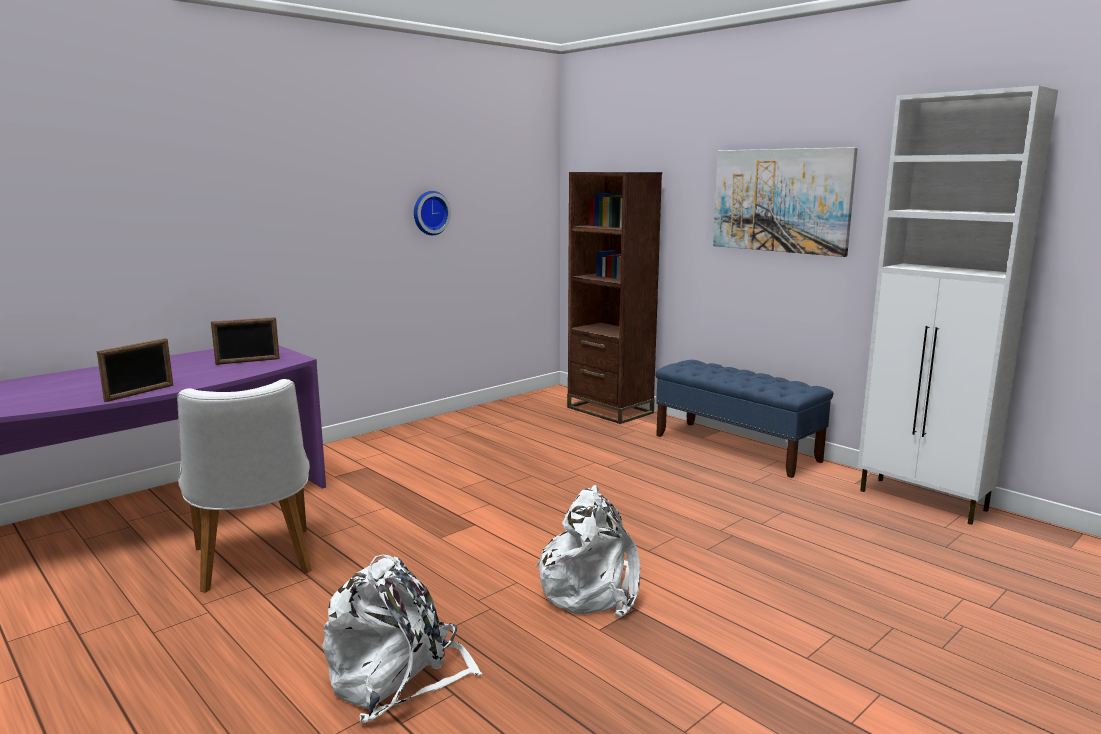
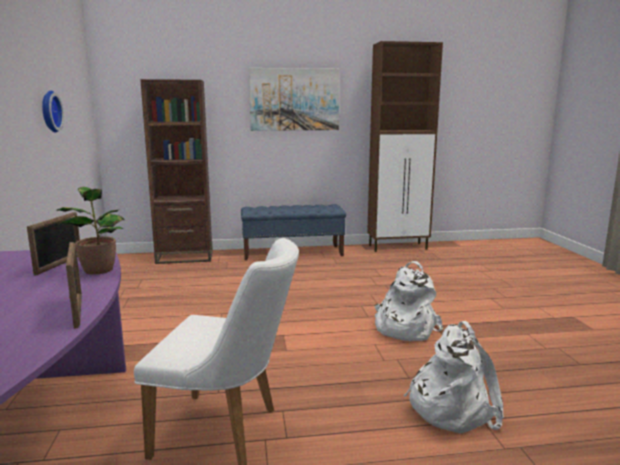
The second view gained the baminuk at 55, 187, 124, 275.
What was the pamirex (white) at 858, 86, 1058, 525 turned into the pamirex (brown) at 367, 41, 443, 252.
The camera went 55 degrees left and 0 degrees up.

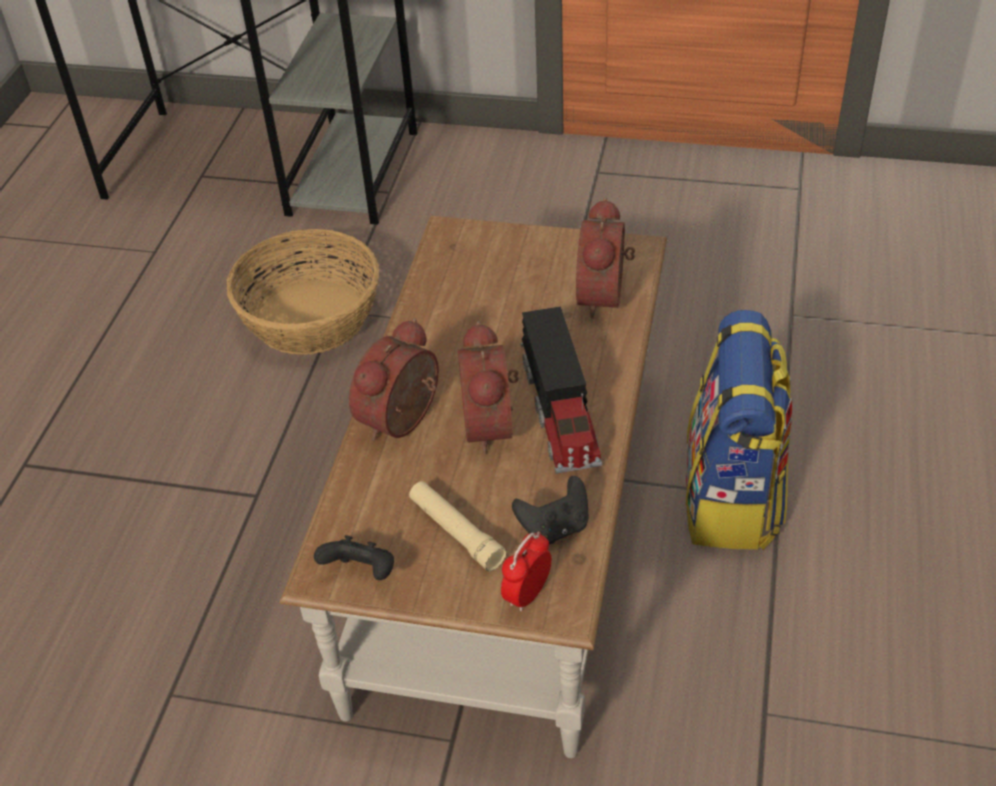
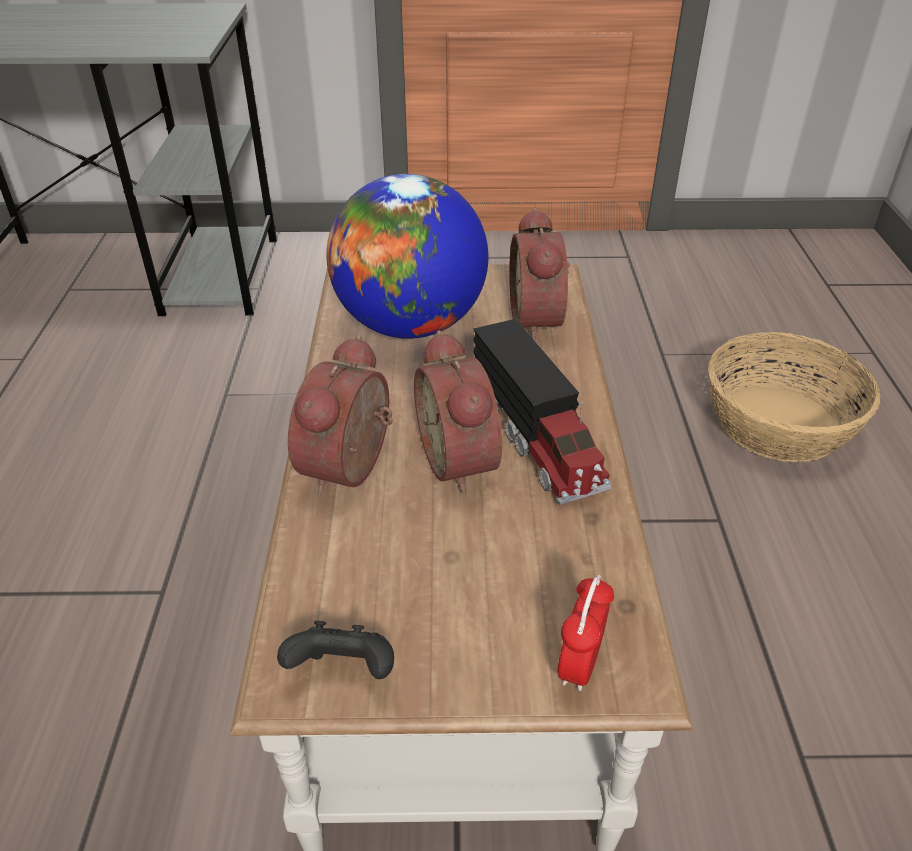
The second view gained the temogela at 327, 174, 488, 339.
The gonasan ended up elsewhere, having gone from 227, 229, 379, 355 to 708, 332, 881, 462.
The second view lost the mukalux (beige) at 409, 481, 507, 571.
The second view lost the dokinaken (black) at 512, 476, 588, 544.
The second view lost the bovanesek at 686, 310, 792, 550.
The camera went 15 degrees left and 5 degrees down.

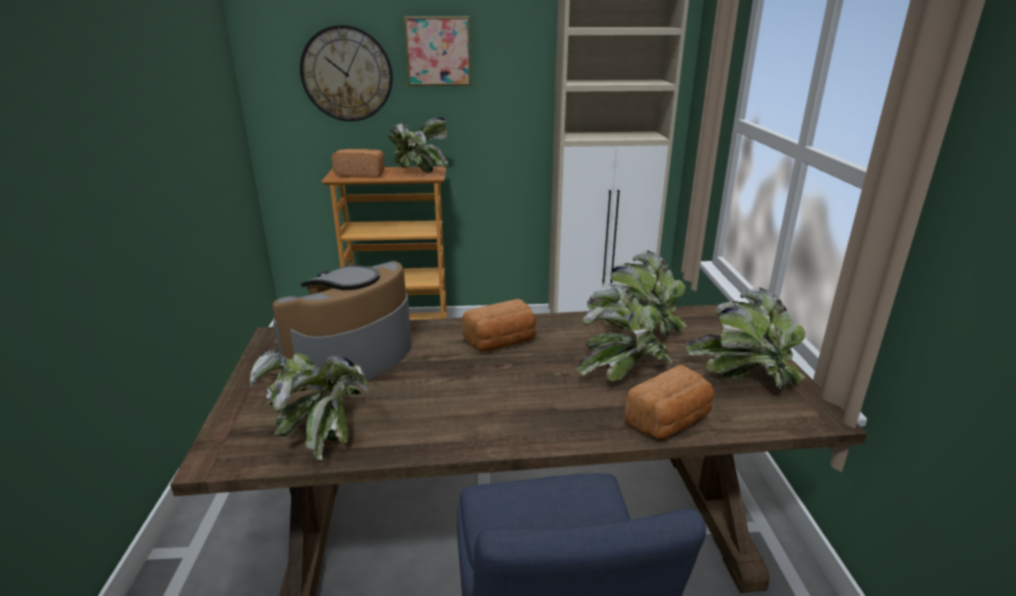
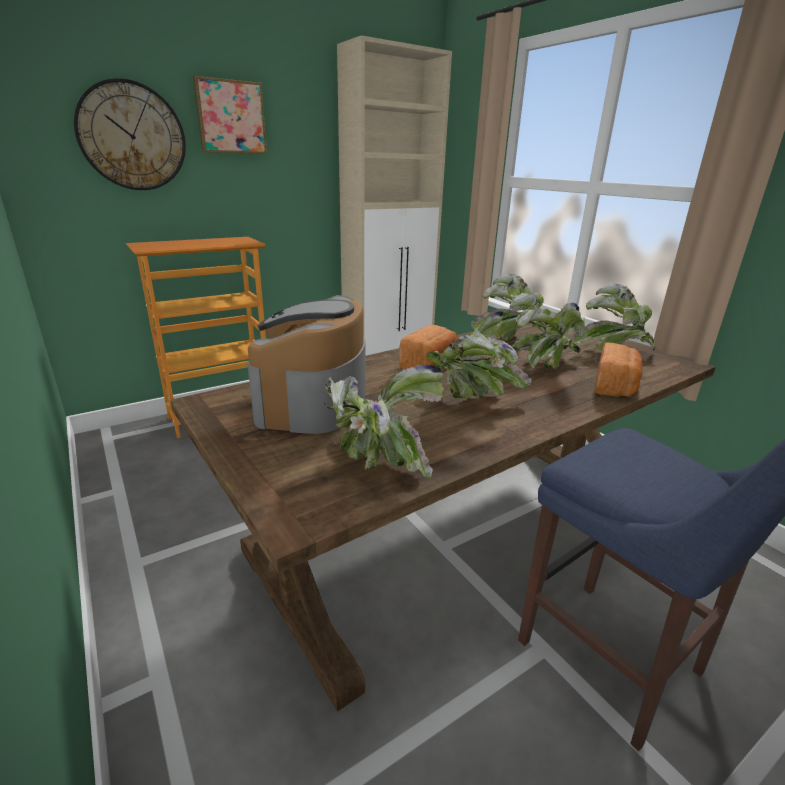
The baminuk ended up elsewhere, having gone from 389, 117, 448, 173 to 426, 311, 532, 399.
The second view lost the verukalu at 332, 149, 385, 178.
The camera went 30 degrees left and 0 degrees up.

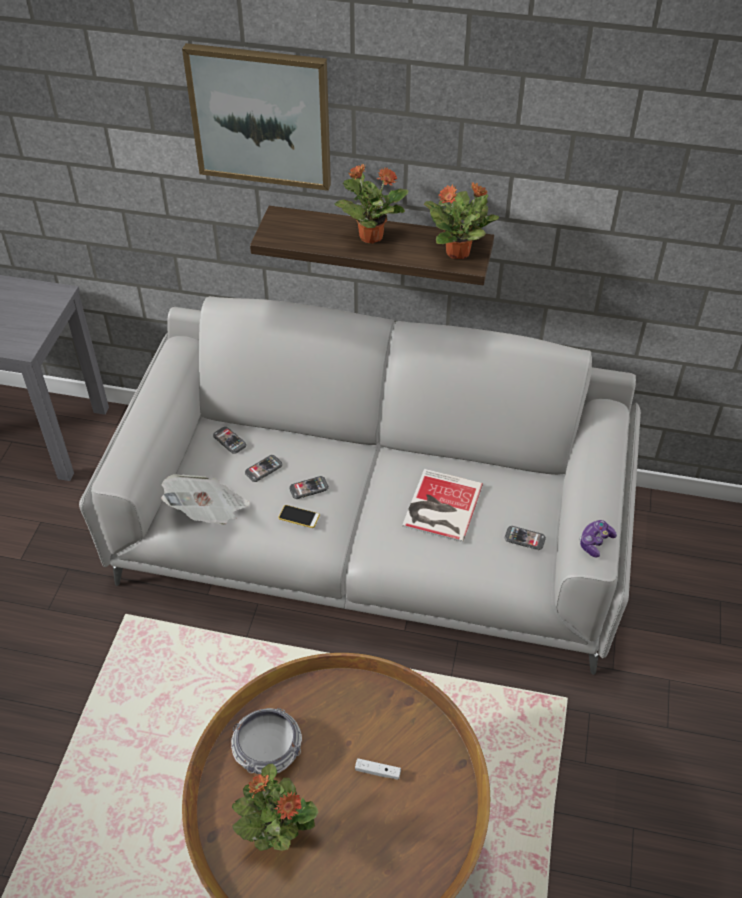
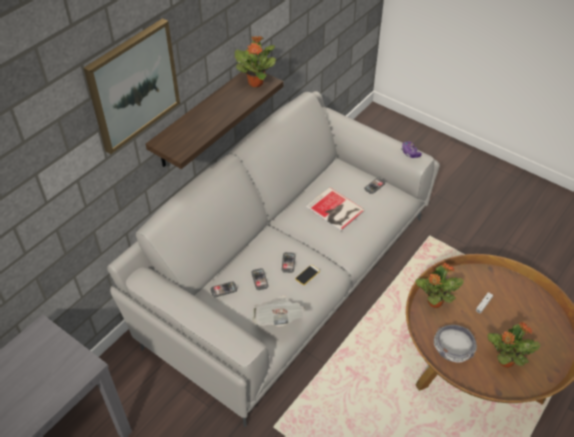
The baminuk ended up elsewhere, having gone from 334, 163, 408, 244 to 415, 263, 464, 308.
The camera went 65 degrees left and 0 degrees up.

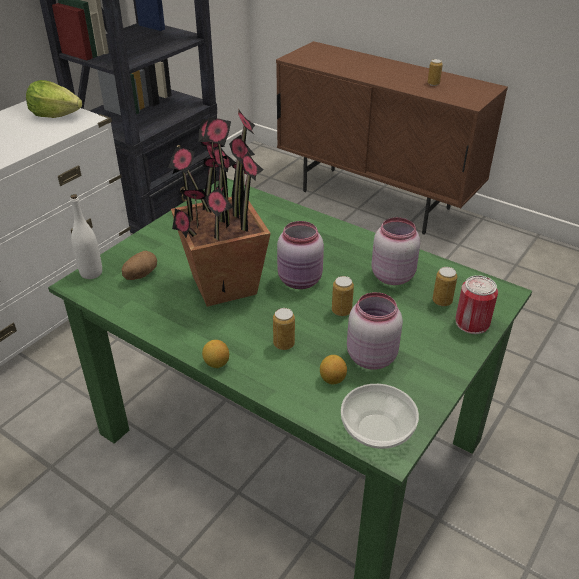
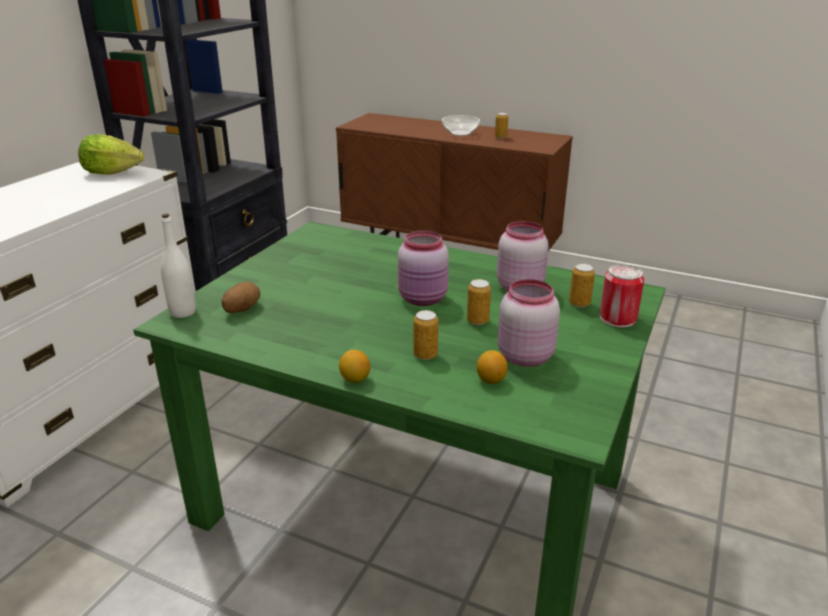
The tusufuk ended up elsewhere, having gone from 341, 384, 419, 449 to 442, 115, 480, 136.
The second view lost the baminuk at 168, 110, 271, 307.
The camera went 10 degrees left and 10 degrees down.

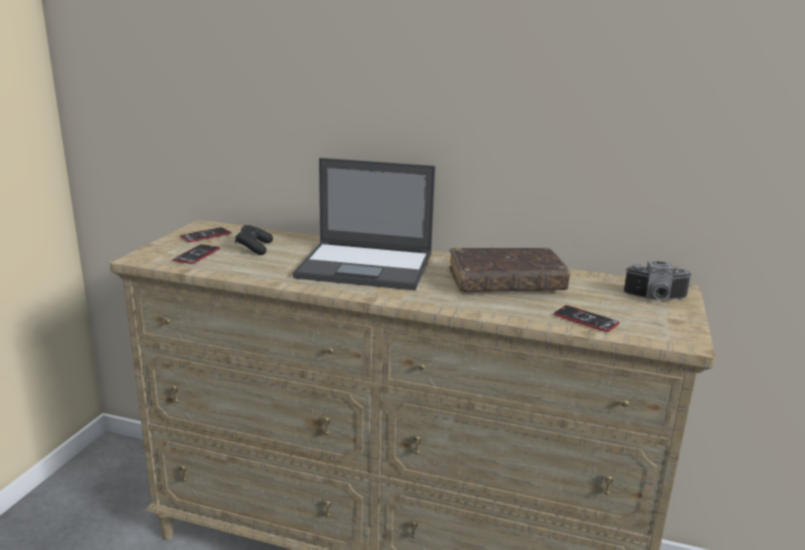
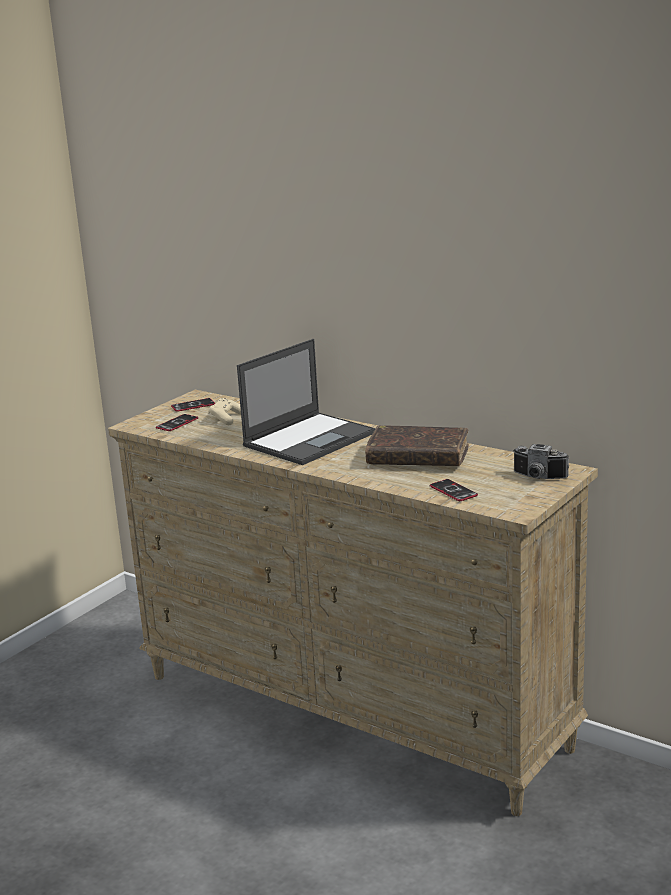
What was the dokinaken (black) at 235, 225, 273, 255 turned into the dokinaken (beige) at 209, 398, 241, 425.
The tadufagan at 293, 158, 435, 290 ended up facing another way, 75 degrees counterclockwise from before.
The camera went 20 degrees right and 0 degrees up.

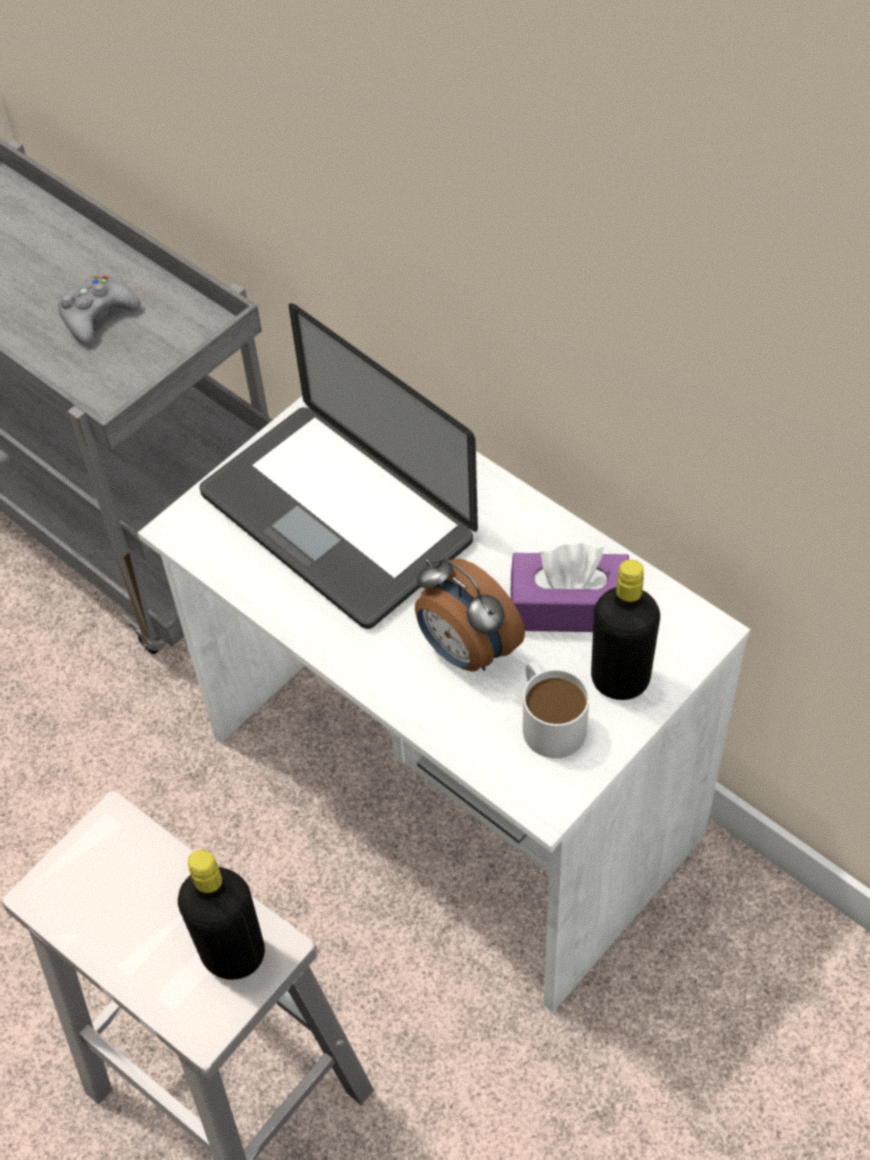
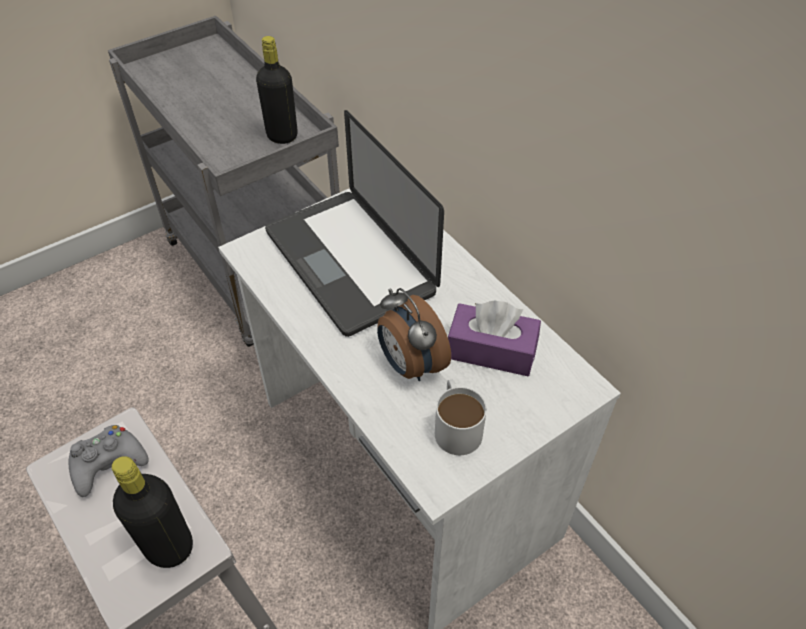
The dokinaken (grey) ended up elsewhere, having gone from 58, 275, 141, 345 to 69, 425, 149, 497.
The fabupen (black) ended up elsewhere, having gone from 591, 560, 660, 700 to 256, 36, 298, 144.
The camera went 10 degrees right and 5 degrees down.

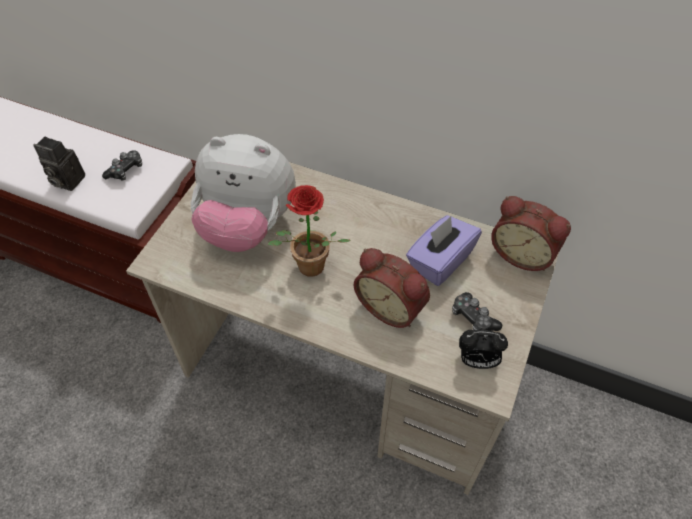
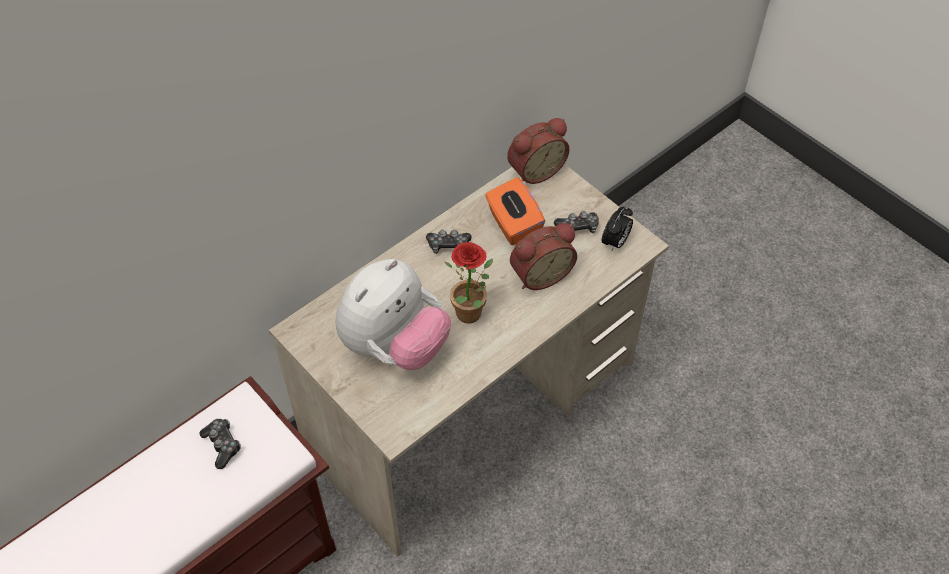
The second view gained the dokinaken at 426, 230, 472, 254.
What was the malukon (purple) at 406, 215, 482, 286 turned into the malukon (orange) at 485, 177, 545, 245.
The second view lost the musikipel at 33, 137, 85, 191.
The camera went 65 degrees left and 0 degrees up.

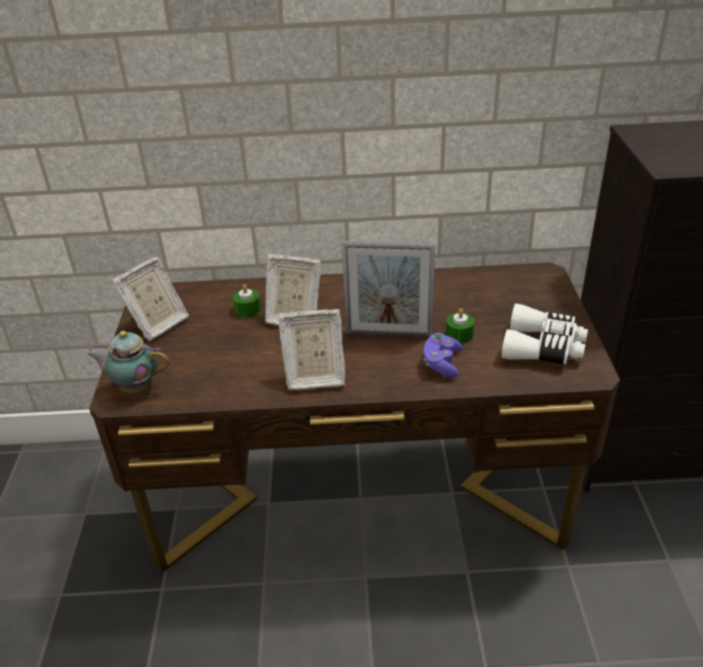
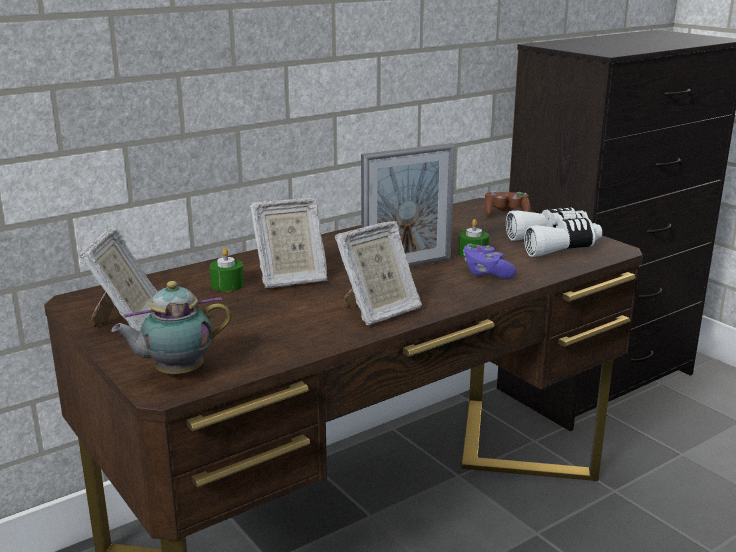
The second view gained the dokinaken (brown) at 485, 191, 531, 217.
The camera went 35 degrees left and 15 degrees down.

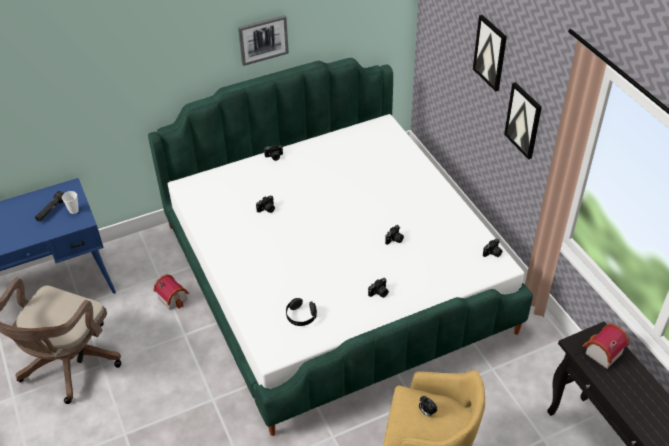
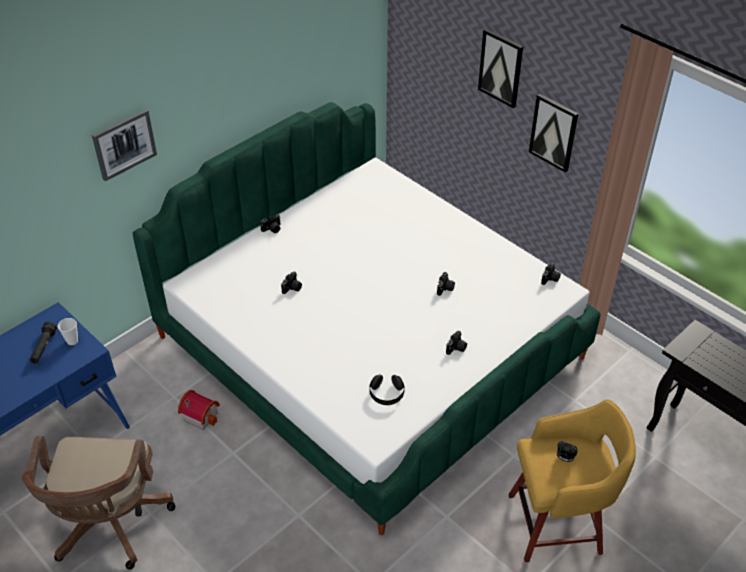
The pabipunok ended up elsewhere, having gone from 238, 15, 289, 66 to 92, 109, 157, 181.
The second view lost the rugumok at 583, 324, 629, 369.
The camera went 20 degrees left and 0 degrees up.

